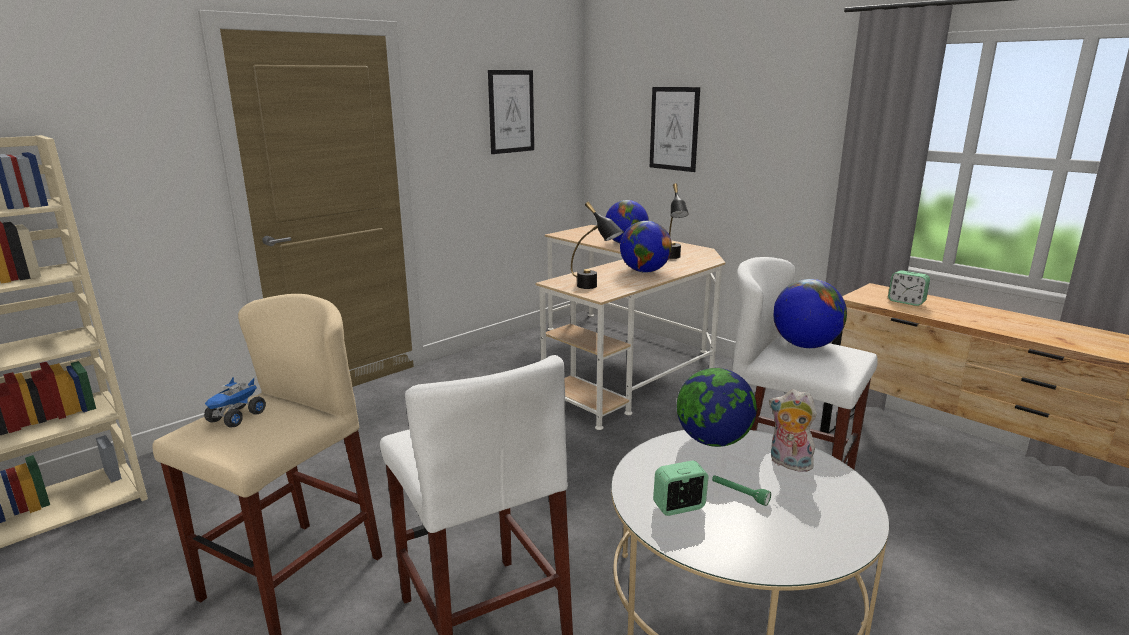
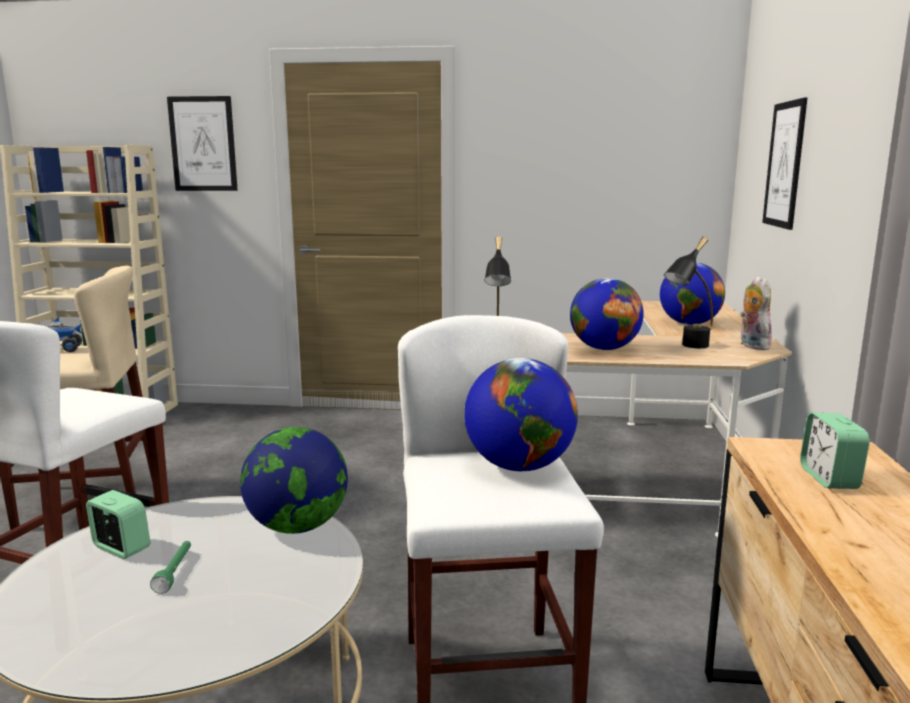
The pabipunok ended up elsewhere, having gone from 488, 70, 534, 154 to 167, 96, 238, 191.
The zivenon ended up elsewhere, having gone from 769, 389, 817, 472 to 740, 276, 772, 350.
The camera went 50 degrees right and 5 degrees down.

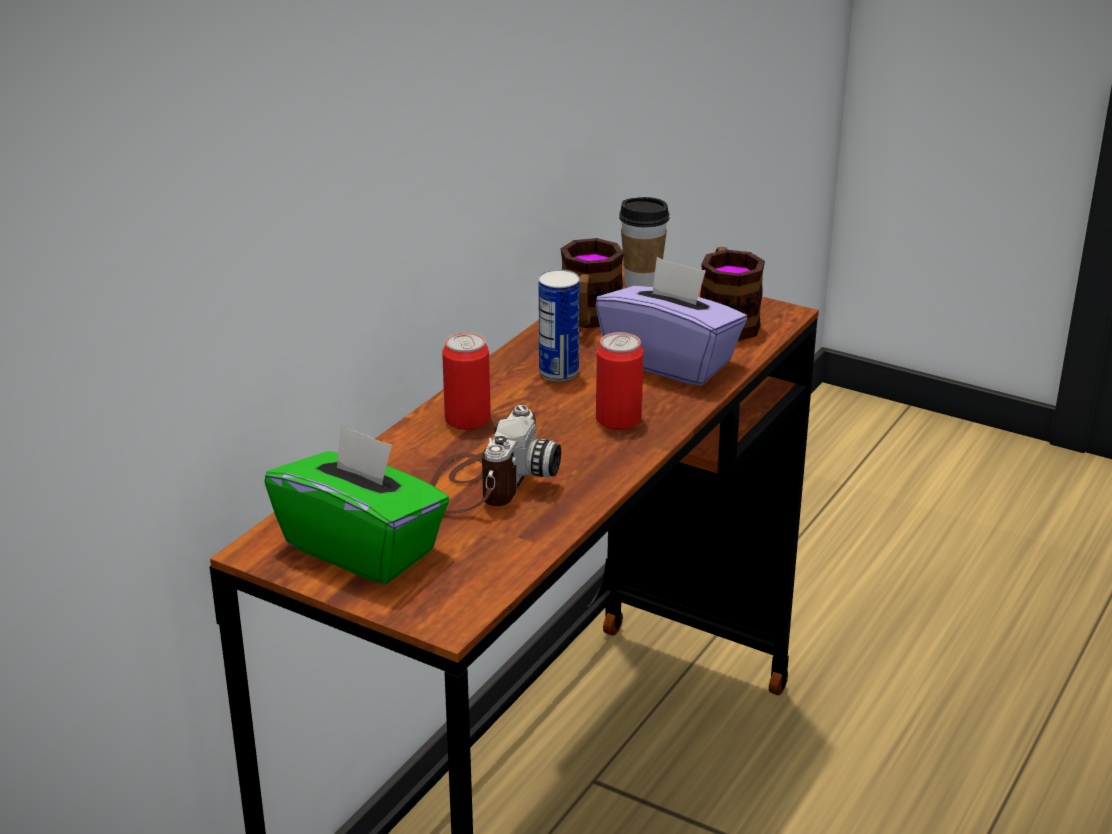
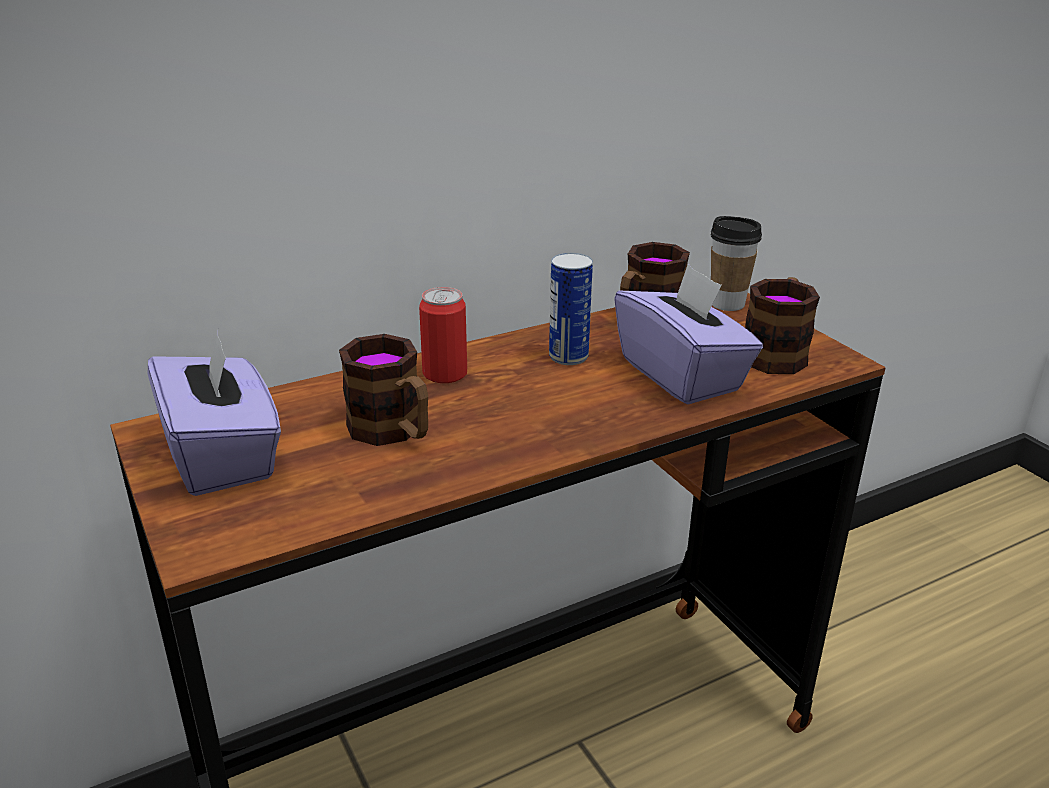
What was the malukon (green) at 264, 423, 450, 584 turned into the malukon (purple) at 148, 330, 281, 496.
Where the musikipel stood at 430, 405, 561, 513, the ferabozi came to stand at 339, 334, 428, 446.
The second view lost the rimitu at 596, 332, 644, 430.
The camera went 30 degrees right and 0 degrees up.

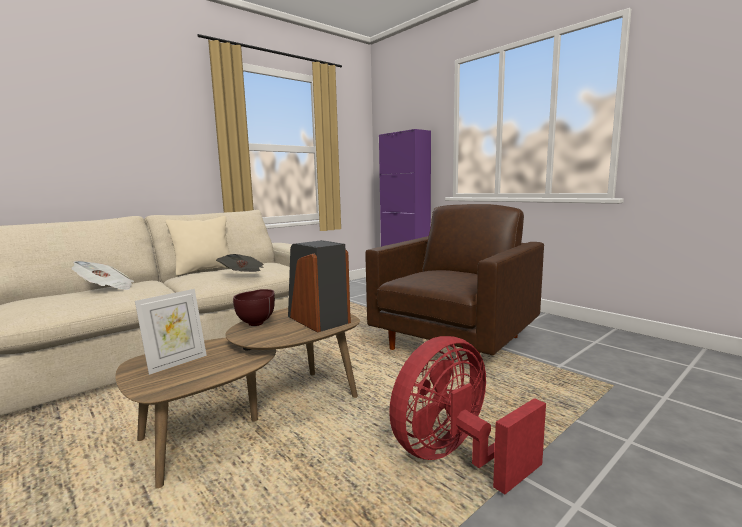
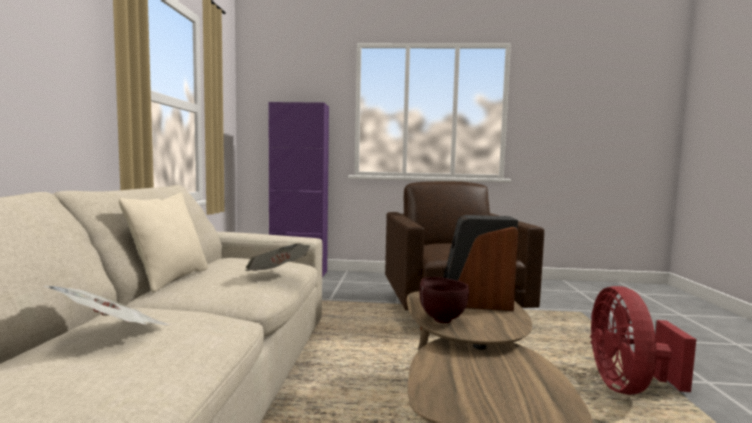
The second view lost the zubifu at 135, 289, 207, 375.
The camera went 45 degrees left and 5 degrees down.

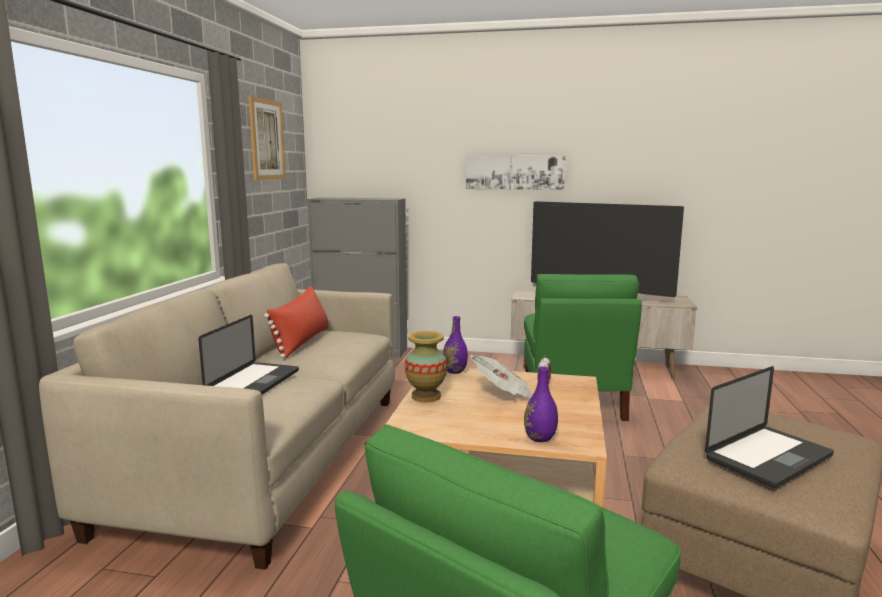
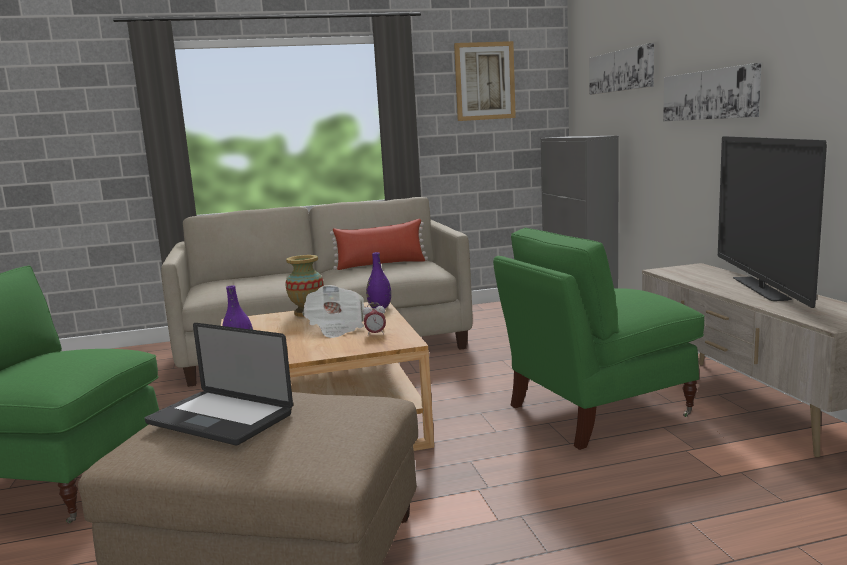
The second view gained the pabipunok at 589, 43, 654, 95.
The second view lost the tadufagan at 198, 315, 299, 394.
The camera went 65 degrees right and 0 degrees up.

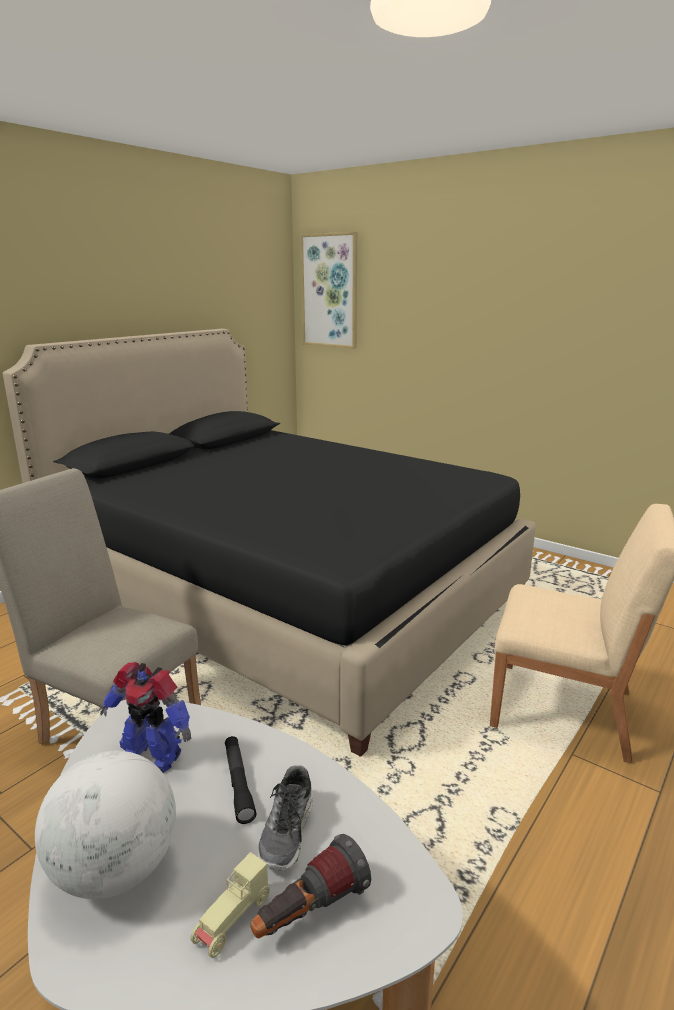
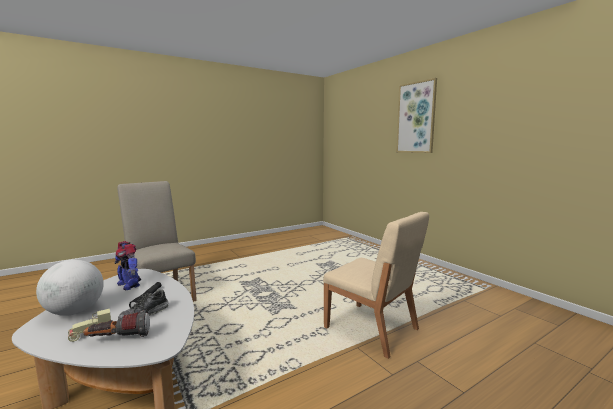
The pabipunok ended up elsewhere, having gone from 300, 232, 357, 348 to 396, 78, 437, 153.
The second view lost the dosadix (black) at 3, 329, 536, 757.
The camera went 20 degrees right and 10 degrees down.

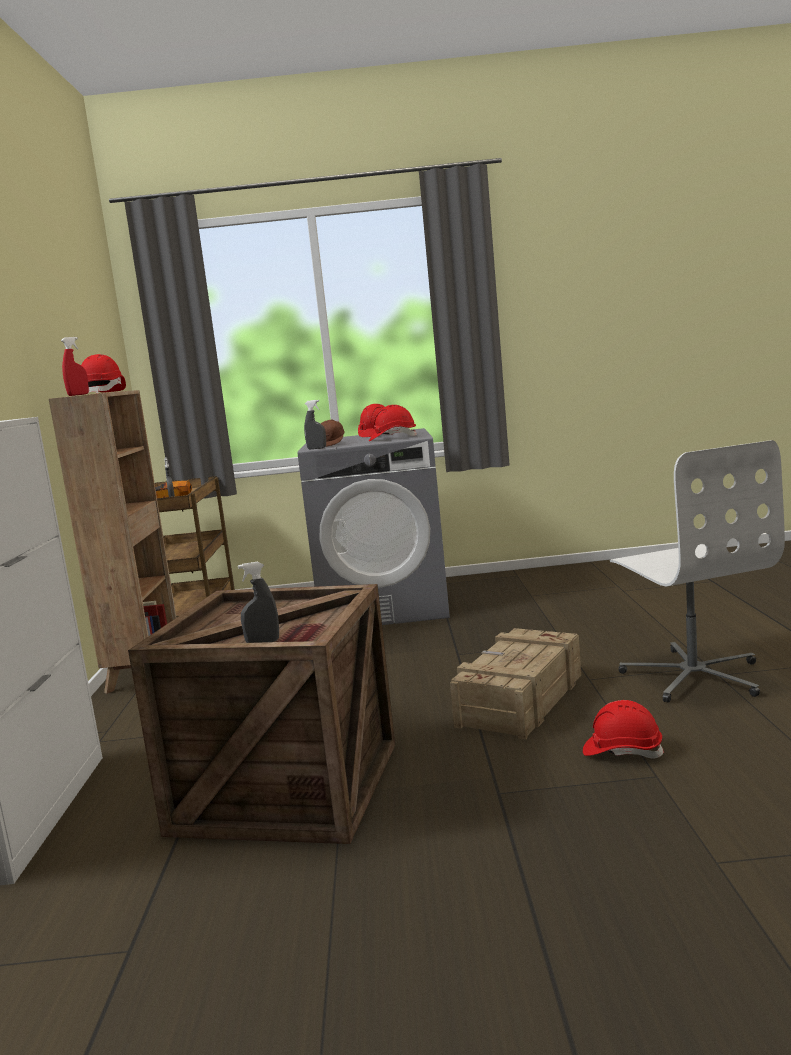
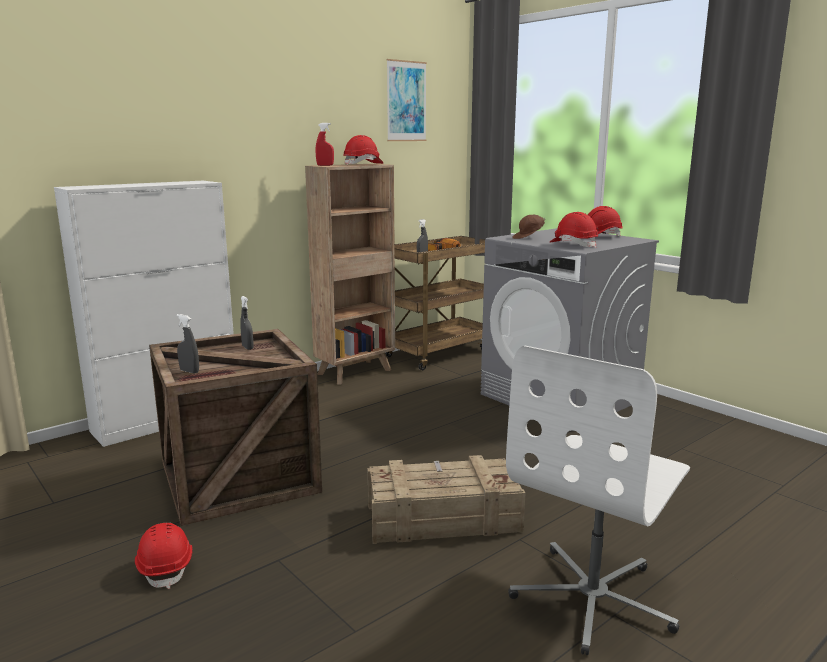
The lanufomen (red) ended up elsewhere, having gone from 583, 700, 664, 759 to 135, 523, 193, 589.
The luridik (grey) ended up elsewhere, having gone from 304, 400, 326, 449 to 240, 296, 253, 350.
The second view gained the pabipunok at 386, 59, 427, 141.
The camera went 50 degrees right and 5 degrees up.

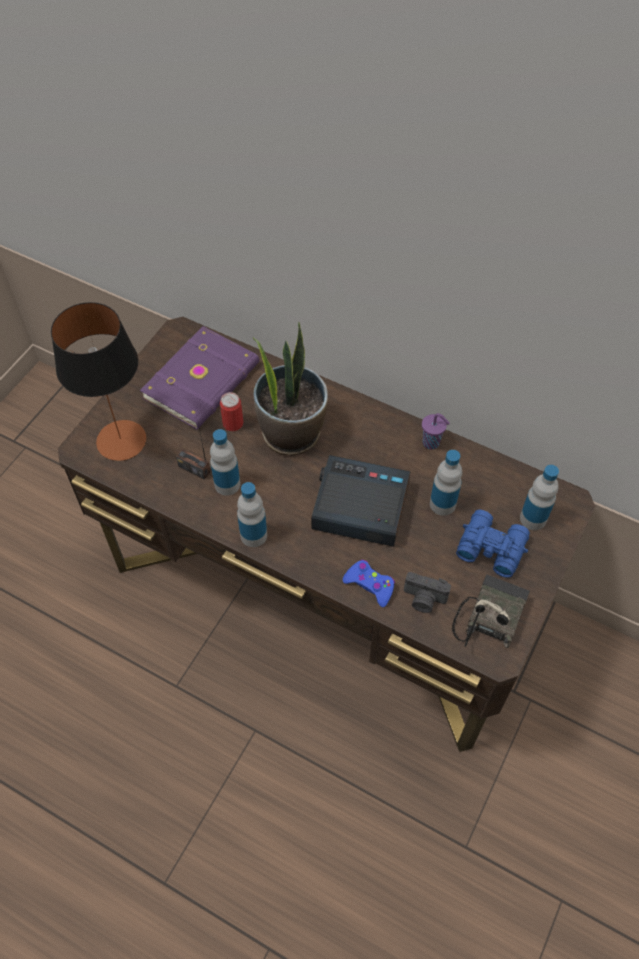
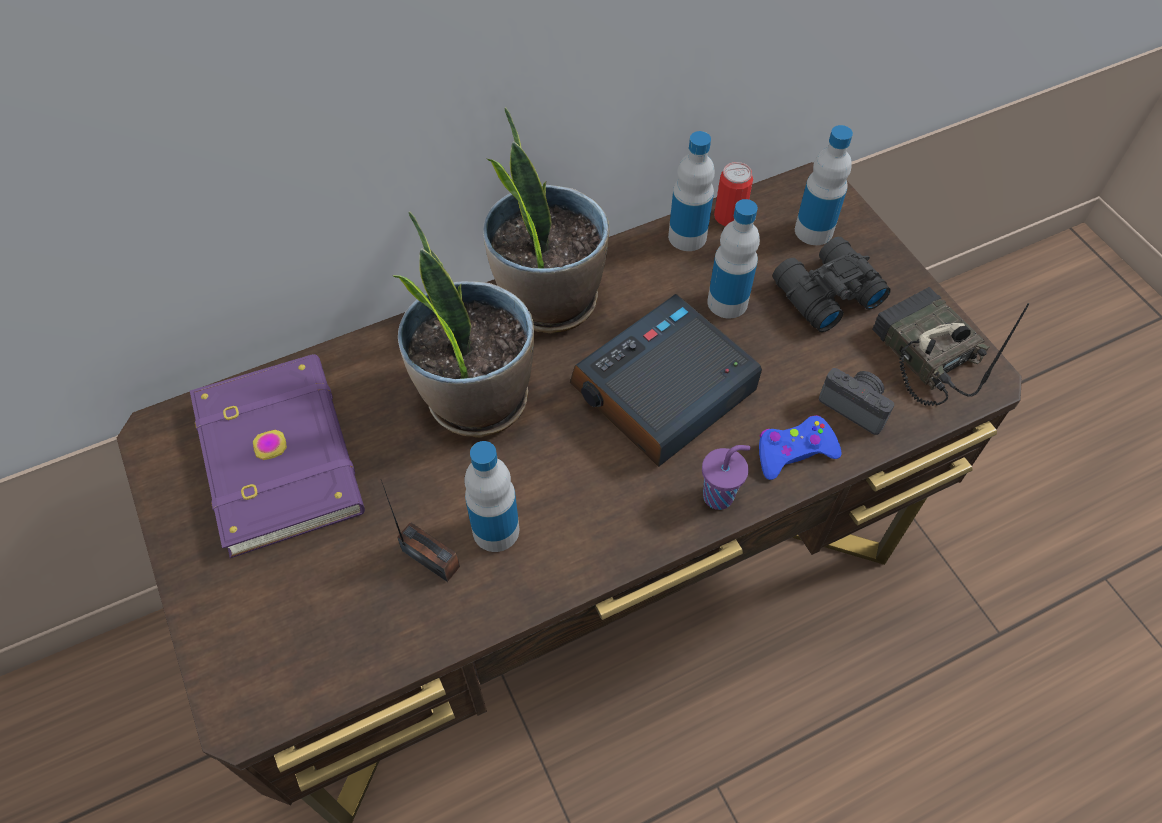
The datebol at 176, 423, 211, 480 ended up facing another way, 120 degrees counterclockwise from before.
The second view gained the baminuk at 483, 107, 609, 333.
The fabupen ended up elsewhere, having gone from 237, 482, 267, 547 to 668, 131, 715, 251.
The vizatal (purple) ended up elsewhere, having gone from 422, 413, 450, 450 to 702, 445, 751, 510.
The rimitu ended up elsewhere, having gone from 220, 392, 243, 431 to 714, 162, 753, 226.
What was the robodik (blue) at 456, 510, 530, 578 turned into the robodik (black) at 773, 237, 891, 332.
The musikipel at 404, 572, 451, 613 ended up facing another way, 105 degrees counterclockwise from before.
The second view lost the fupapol at 51, 302, 146, 461.
The camera went 55 degrees left and 0 degrees up.

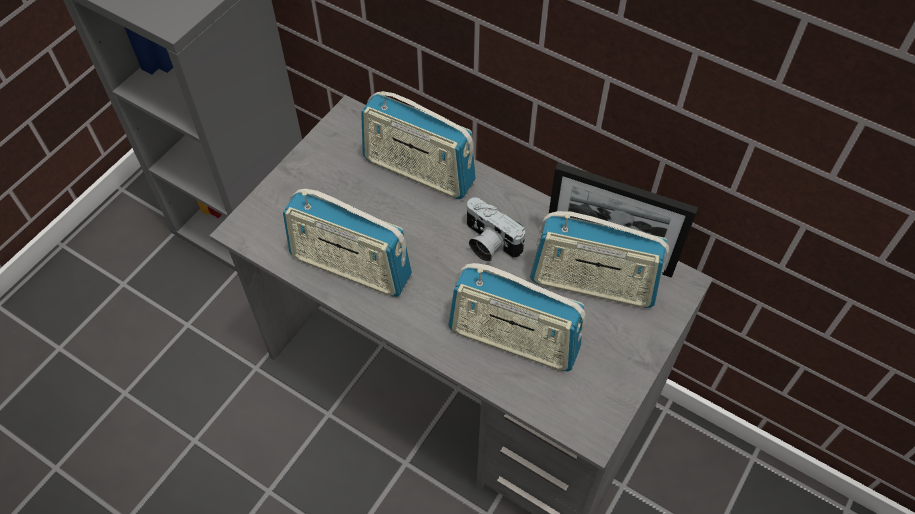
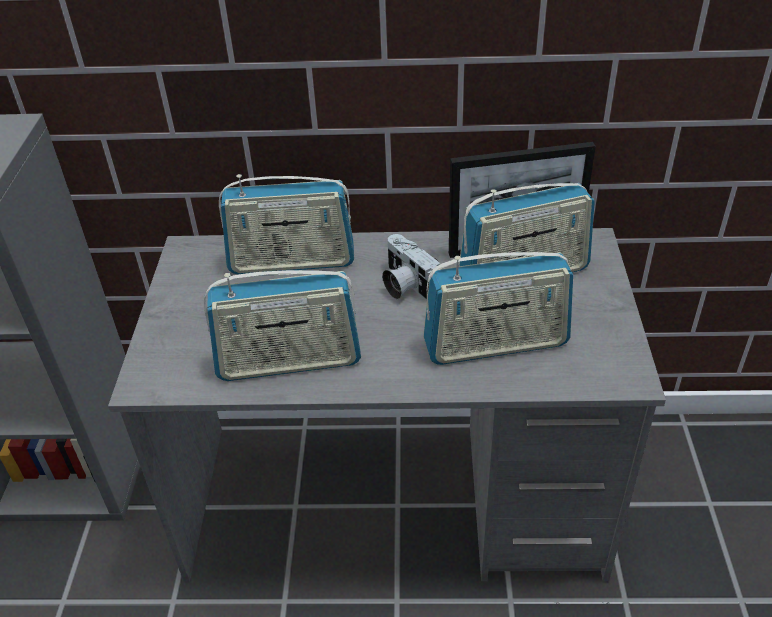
The musikipel at 467, 197, 525, 262 ended up facing another way, 45 degrees clockwise from before.
The camera went 30 degrees left and 15 degrees down.

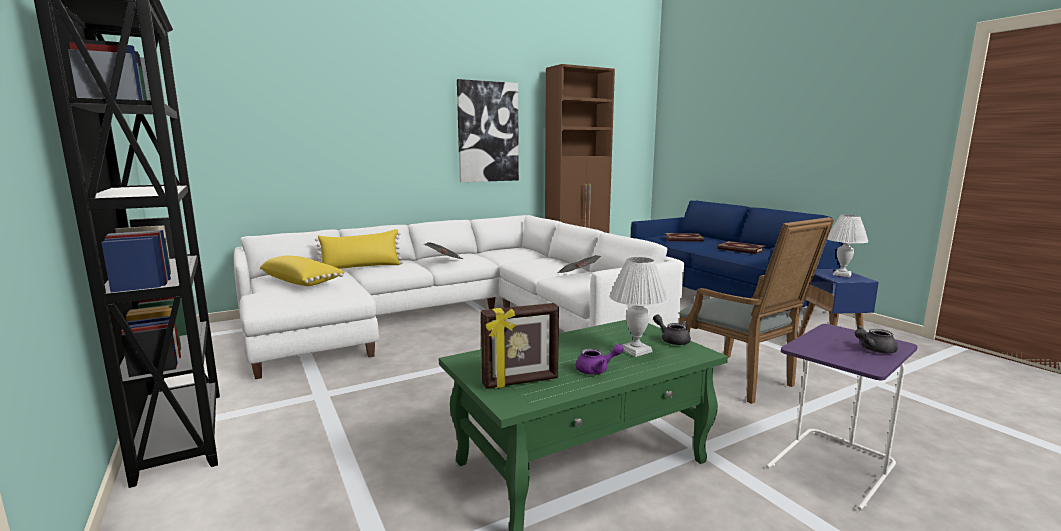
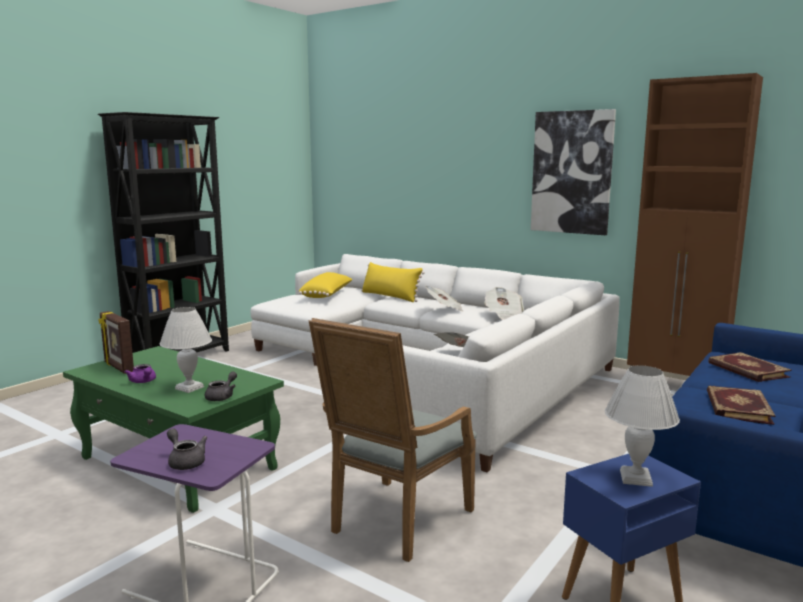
The second view gained the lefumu at 484, 287, 524, 320.
The camera went 65 degrees right and 0 degrees up.

